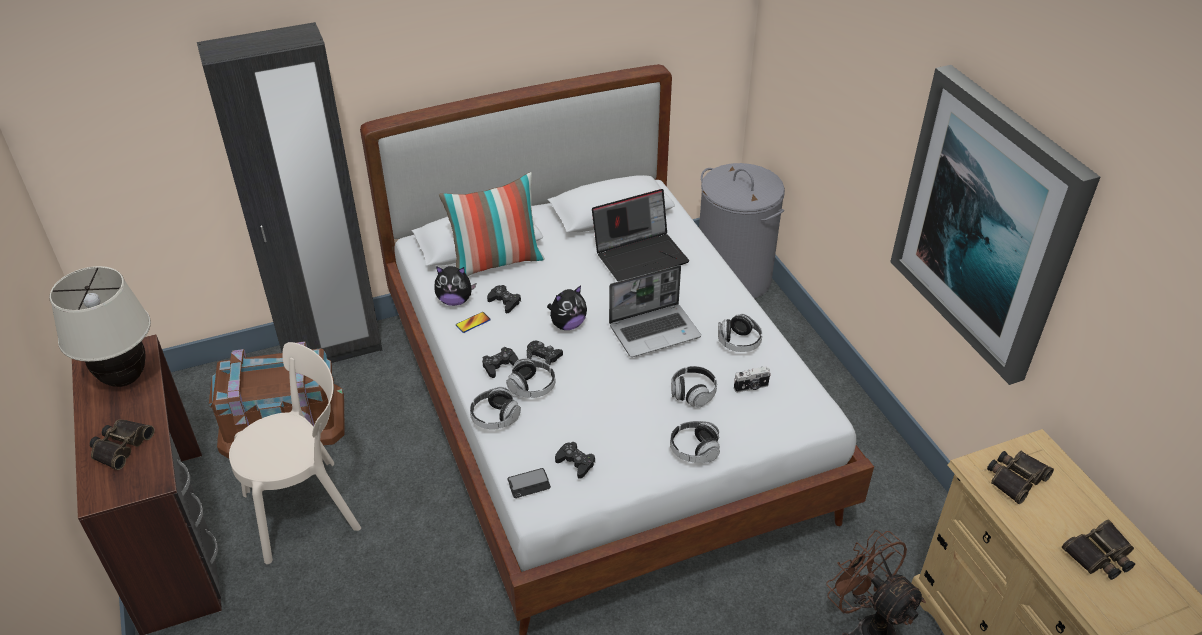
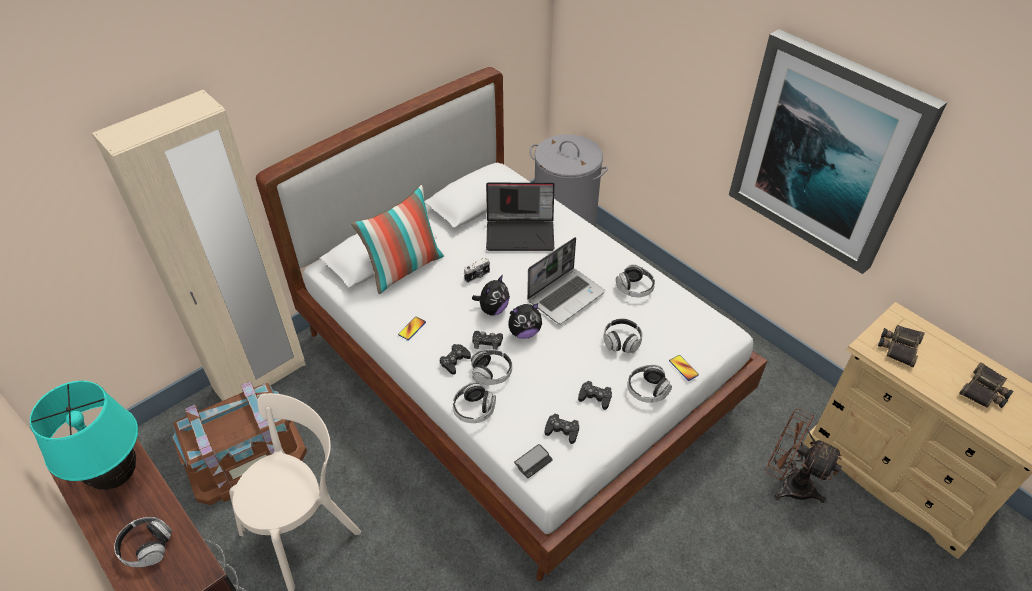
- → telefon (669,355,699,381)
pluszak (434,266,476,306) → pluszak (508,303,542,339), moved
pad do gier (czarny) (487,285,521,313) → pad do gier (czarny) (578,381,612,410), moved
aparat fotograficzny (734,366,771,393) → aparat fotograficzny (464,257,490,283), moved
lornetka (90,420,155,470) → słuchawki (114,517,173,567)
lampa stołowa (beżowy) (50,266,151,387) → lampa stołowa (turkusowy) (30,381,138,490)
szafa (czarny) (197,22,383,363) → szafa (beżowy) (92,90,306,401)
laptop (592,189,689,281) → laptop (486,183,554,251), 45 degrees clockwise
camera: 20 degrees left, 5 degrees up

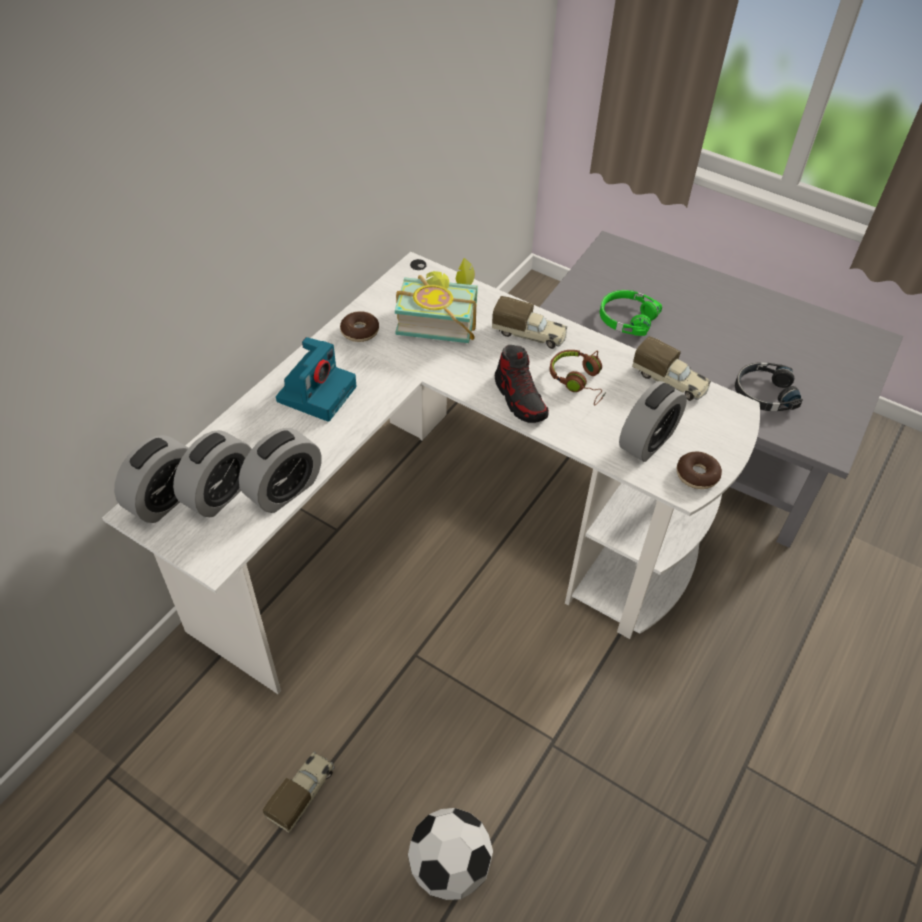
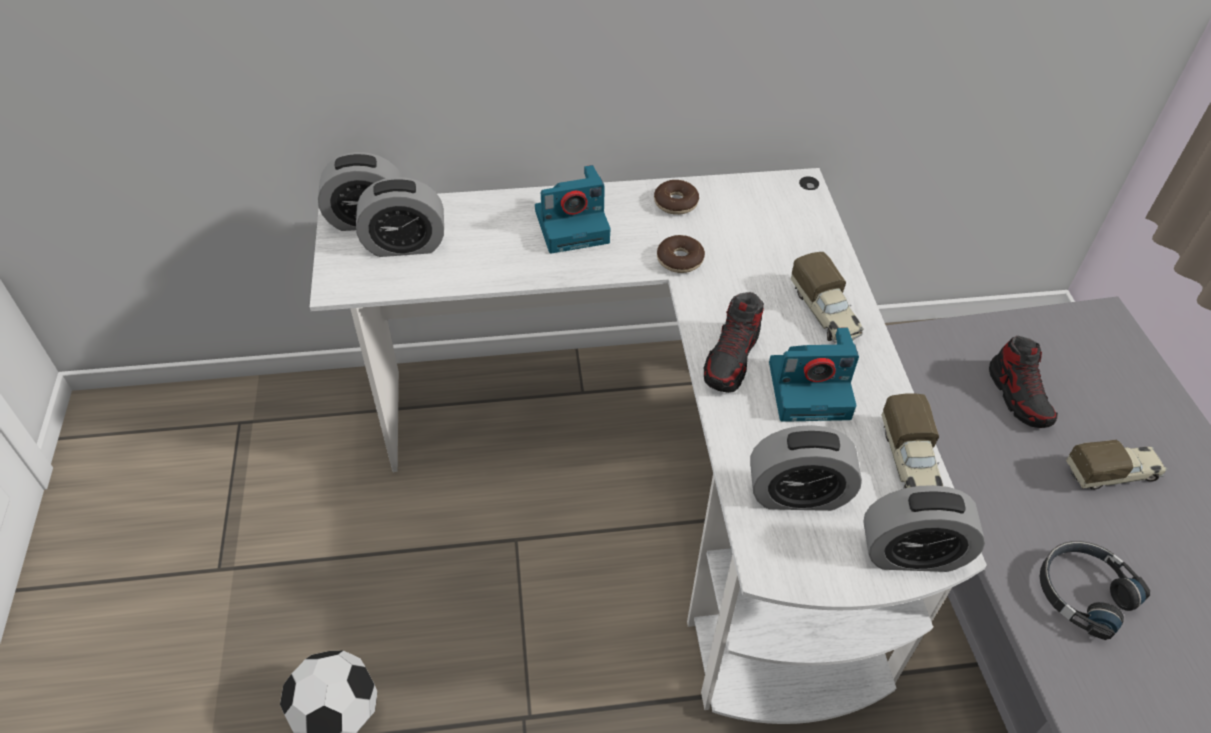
książka (395,258,478,343) → -
budzik (239,428,322,513) → budzik (863,485,985,572), moved
ciężarówka zabawkowa (263,751,334,833) → ciężarówka zabawkowa (1066,440,1168,490), moved
donut (677,452,722,489) → donut (657,235,705,273), moved
słuchawki (brązowy) (549,350,606,405) → aparat fotograficzny (769,328,859,422)
słuchawki (zielony) (600,290,662,336) → but (989,336,1058,428)
camera: 50 degrees right, 0 degrees up

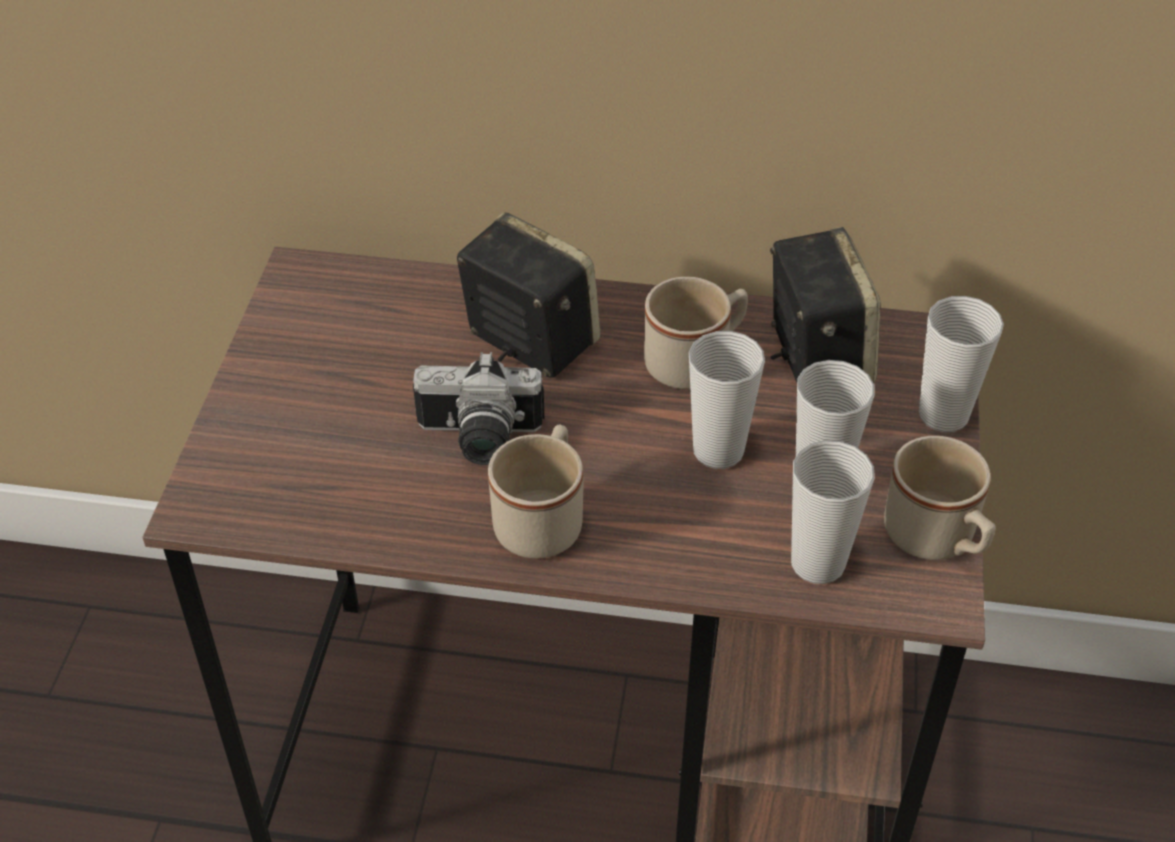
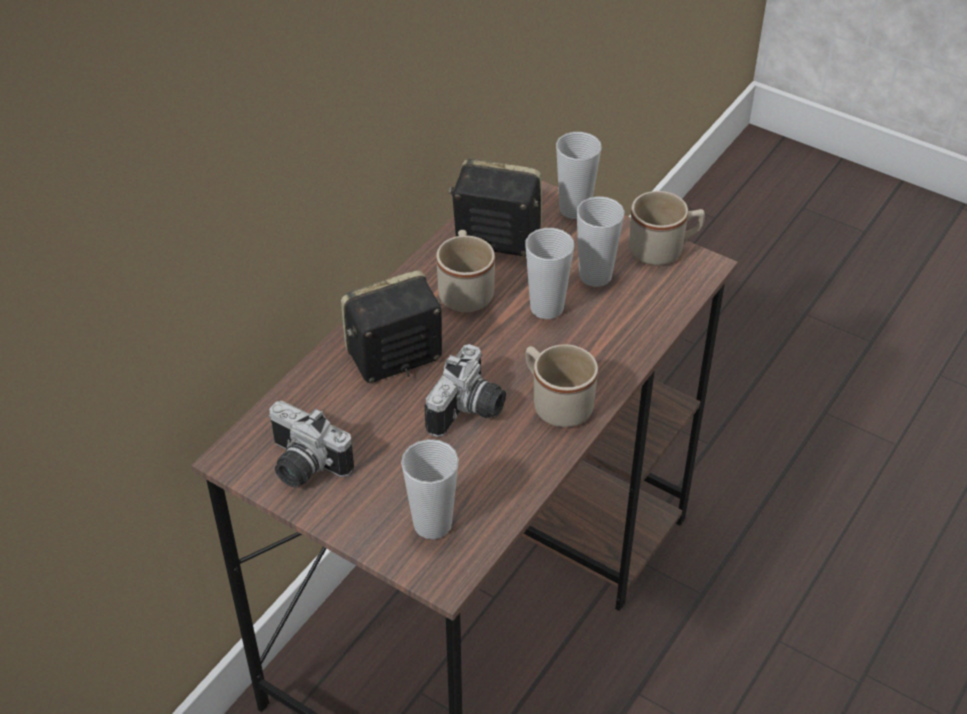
- → aparat fotograficzny (268,401,354,487)
filiżanka (791,440,875,584) → filiżanka (401,439,459,539), moved
camera: 65 degrees left, 0 degrees up

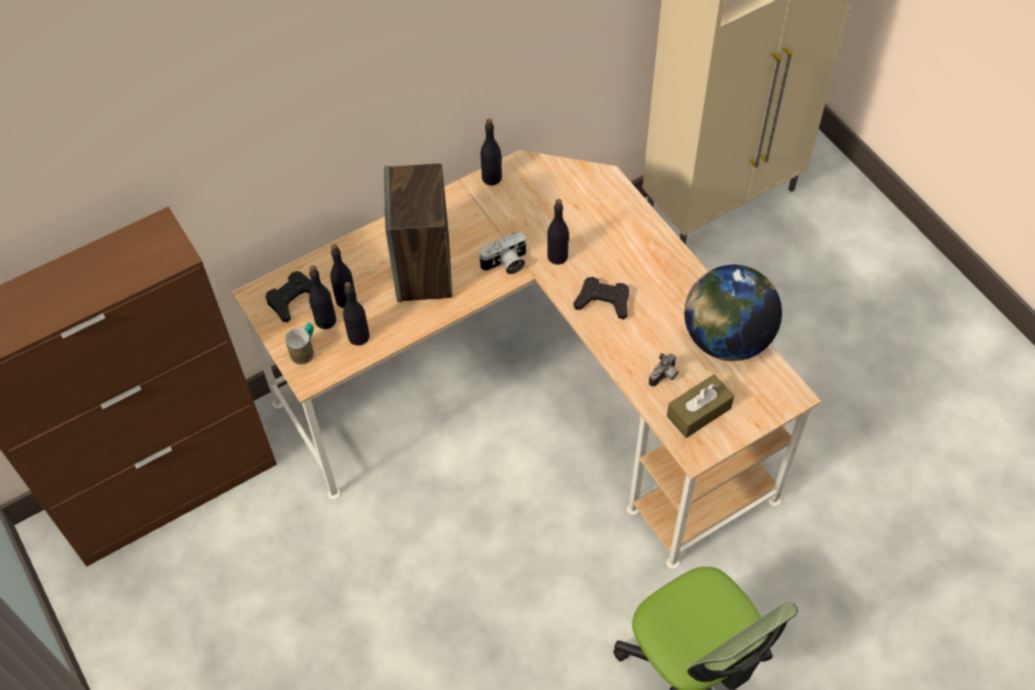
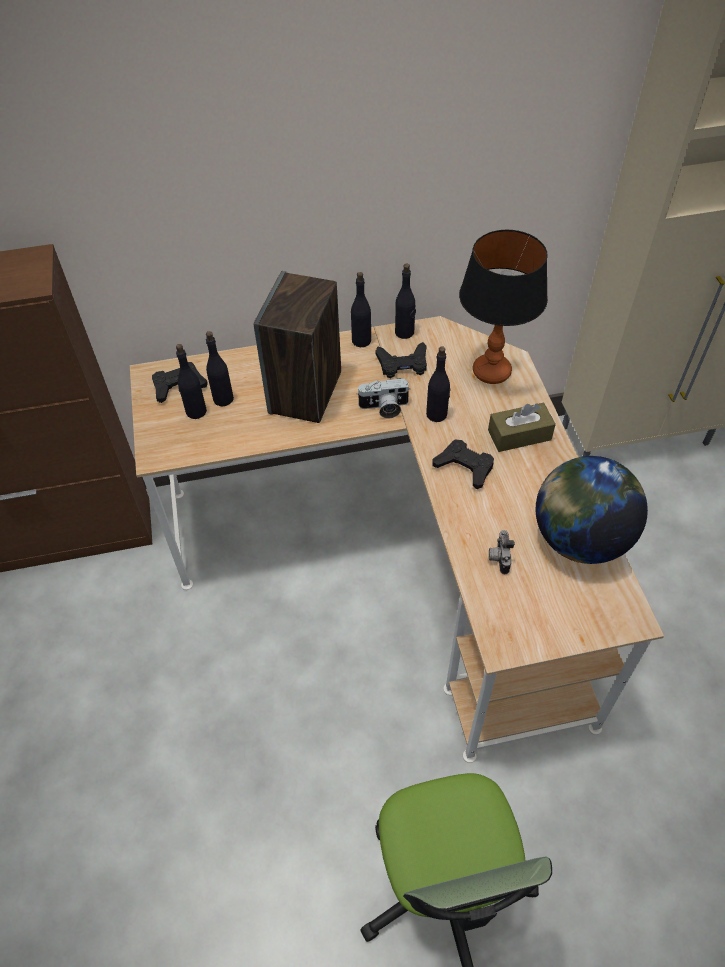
kubek (285,323,314,365) → -
- → pad do gier (czarny) (376,342,427,378)
- → lampa stołowa (459,230,548,384)
butelka (czarny) (343,282,369,346) → butelka (czarny) (351,272,371,347), moved
pudełko chusteczek (brązowy) (667,374,734,438) → pudełko chusteczek (brązowy) (488,403,556,452), moved
aparat fotograficzny (649,353,678,387) → aparat fotograficzny (489,530,515,574), 120 degrees clockwise
camera: 20 degrees right, 5 degrees down

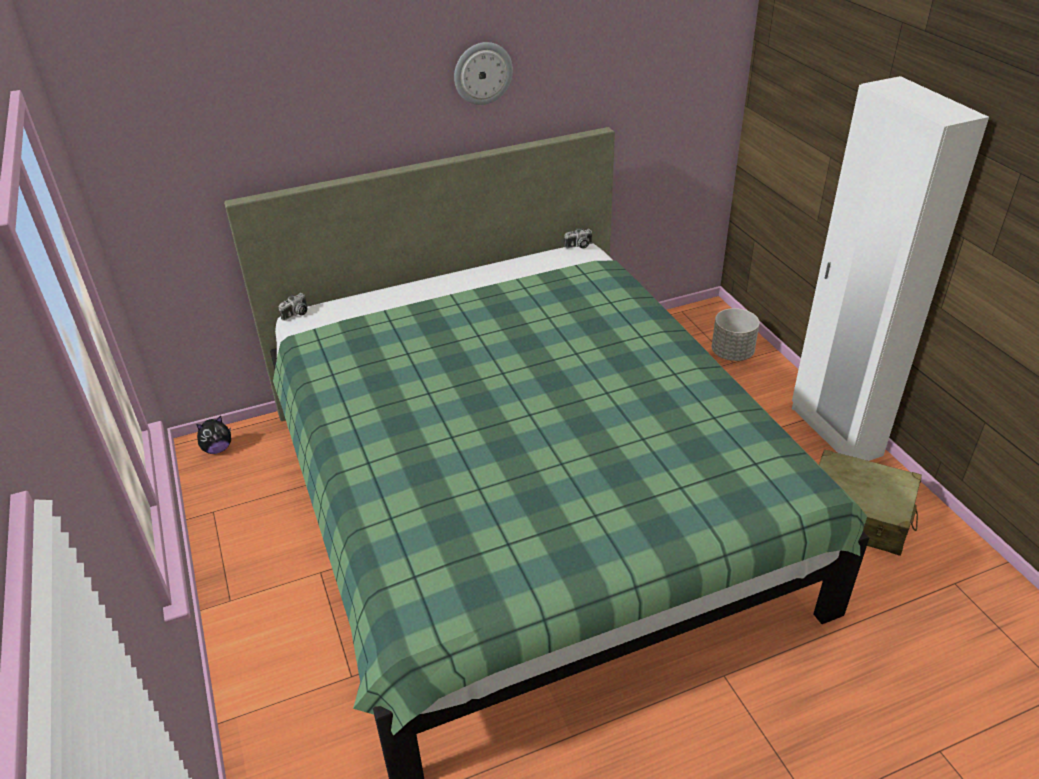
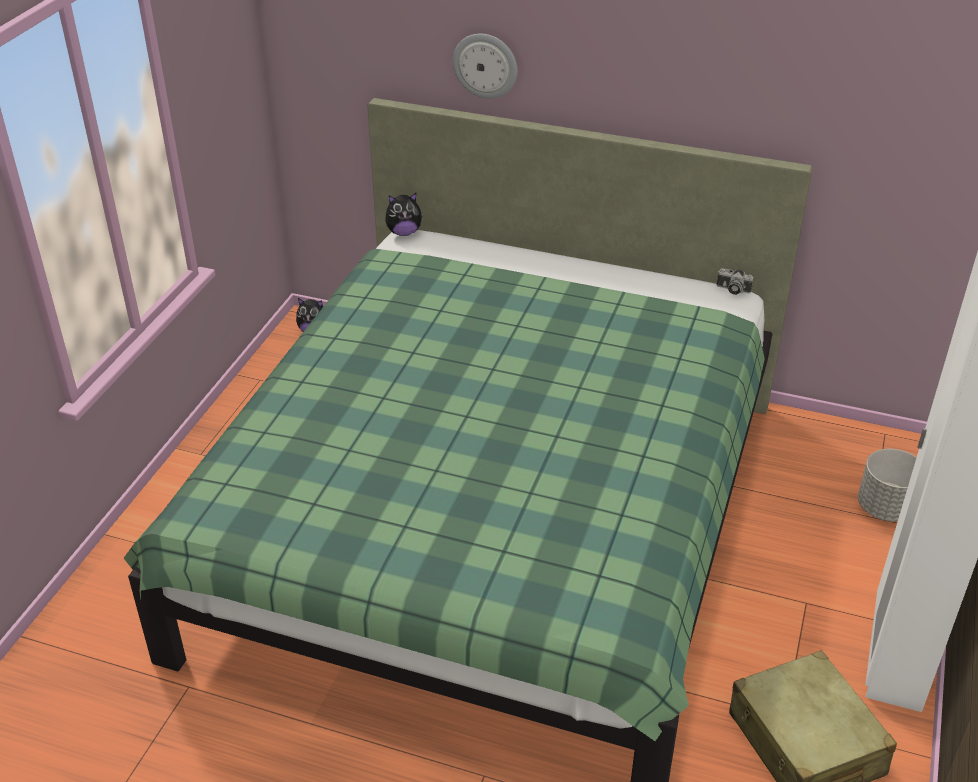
zegar ścienny (454,42,513,105) → zegar ścienny (453,34,517,99), moved
aparat fotograficzny (279,293,307,321) → pluszak (385,193,423,236)
camera: 40 degrees right, 0 degrees up

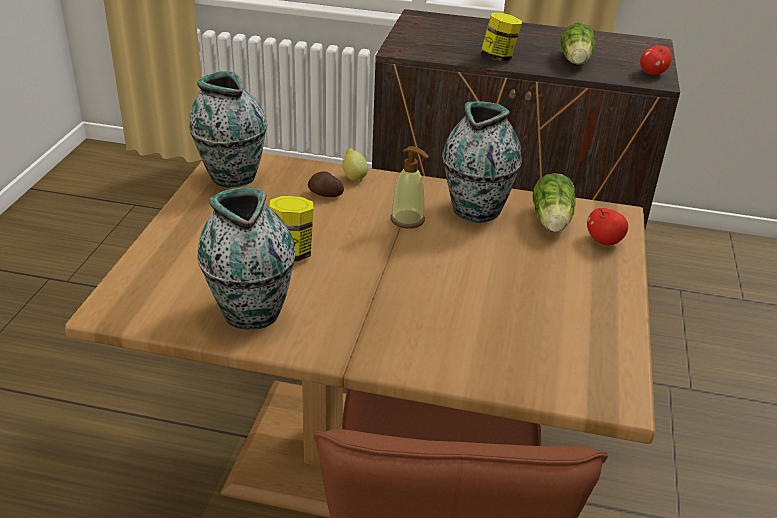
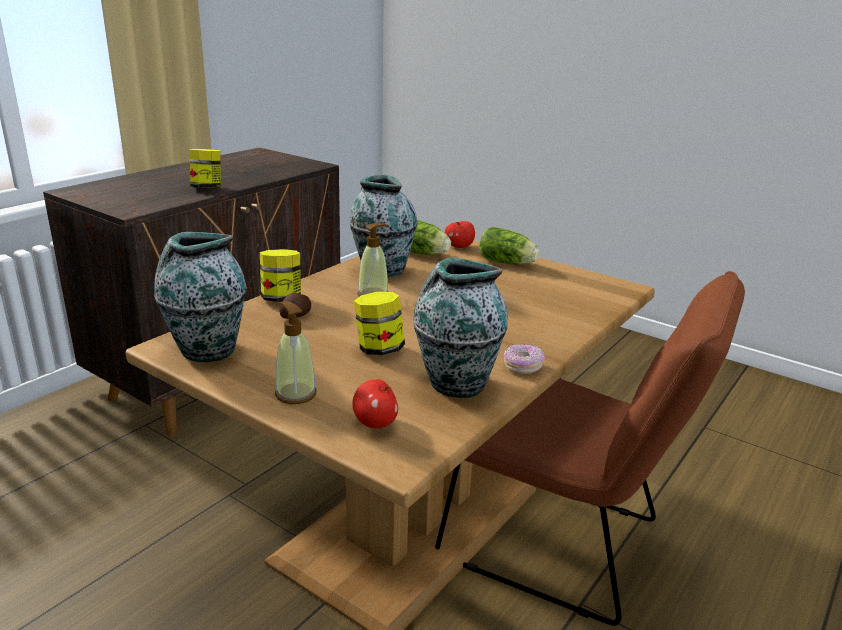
- → dozownik mydła (275,301,317,404)
- → donut (504,344,545,374)
sałata (560,22,595,65) → sałata (479,227,540,264), moved
jabłko (640,46,672,75) → jabłko (352,379,398,429), moved
cytryna (343,148,368,182) → słoik (260,249,301,302)
camera: 65 degrees left, 10 degrees down

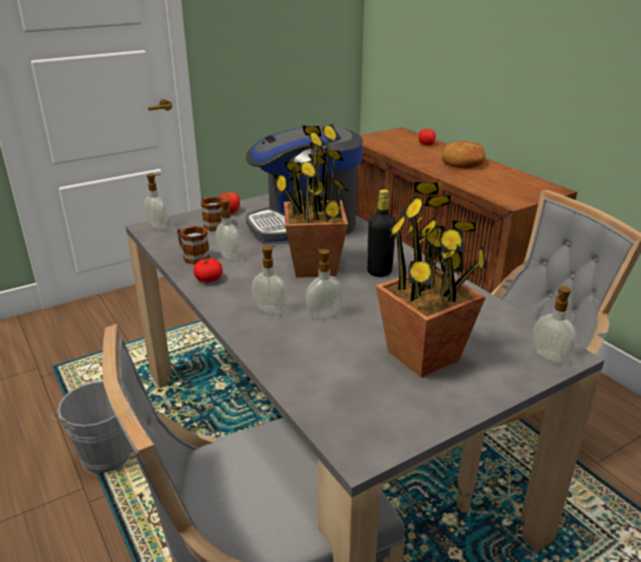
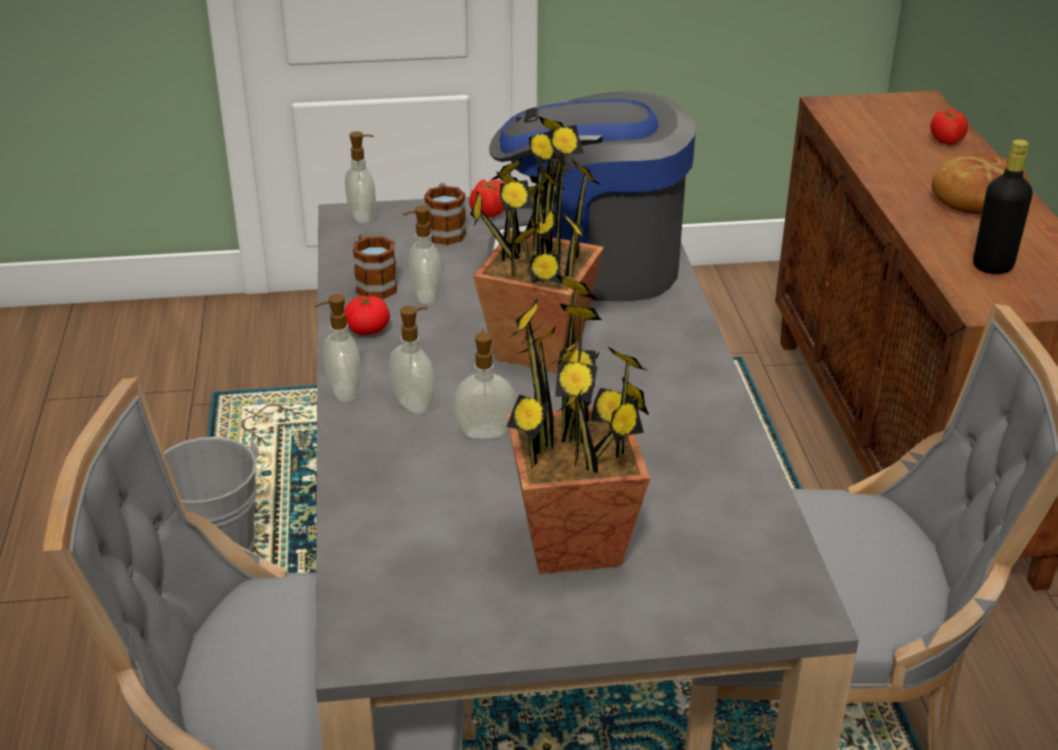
butelka (czarny) (367,189,396,277) → butelka (czarny) (973,140,1033,274), moved
dozownik mydła (533,286,577,363) → dozownik mydła (315,294,361,402), moved
camera: 25 degrees right, 5 degrees up

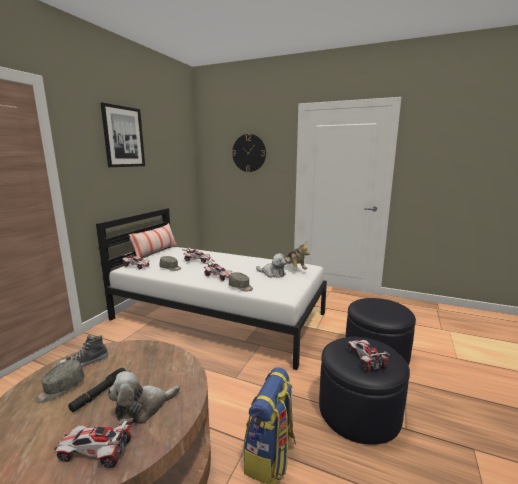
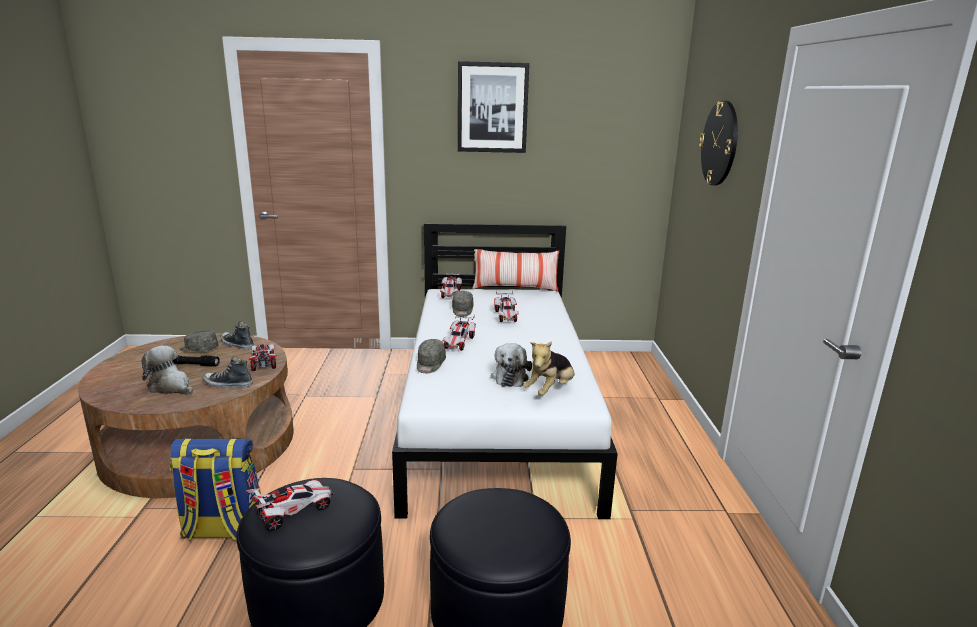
- → but (202,356,252,388)
samochodzik (54,418,134,468) → samochodzik (248,344,277,371), moved
camera: 65 degrees right, 5 degrees up

